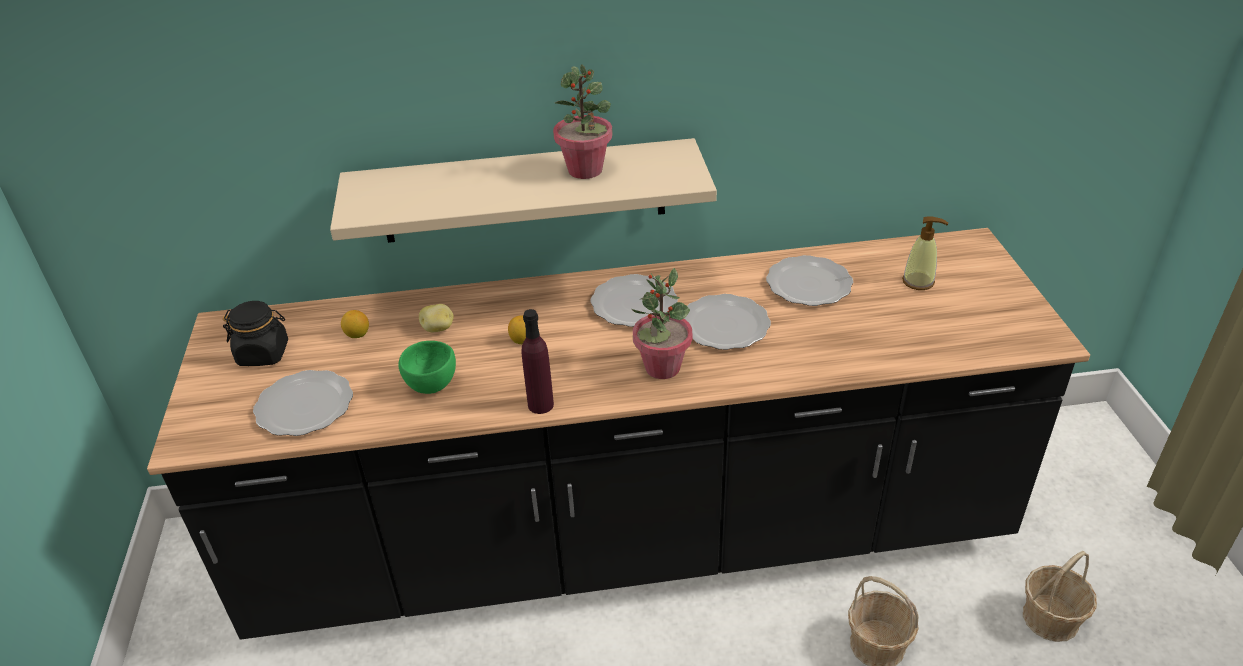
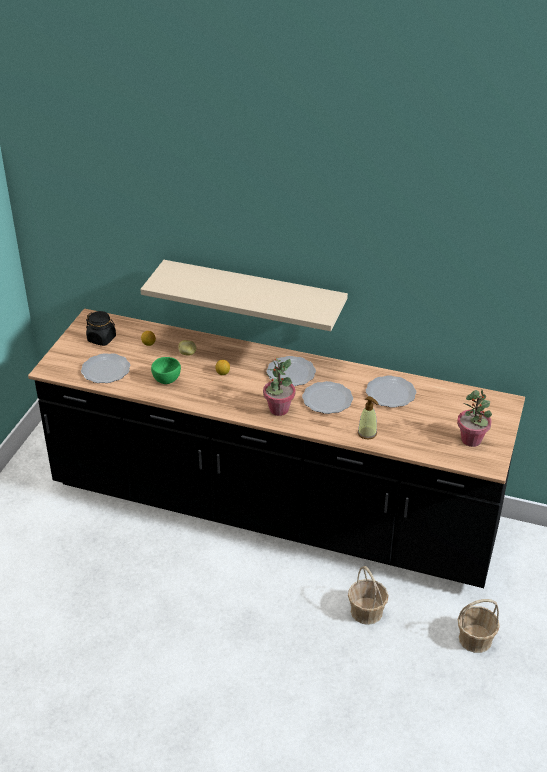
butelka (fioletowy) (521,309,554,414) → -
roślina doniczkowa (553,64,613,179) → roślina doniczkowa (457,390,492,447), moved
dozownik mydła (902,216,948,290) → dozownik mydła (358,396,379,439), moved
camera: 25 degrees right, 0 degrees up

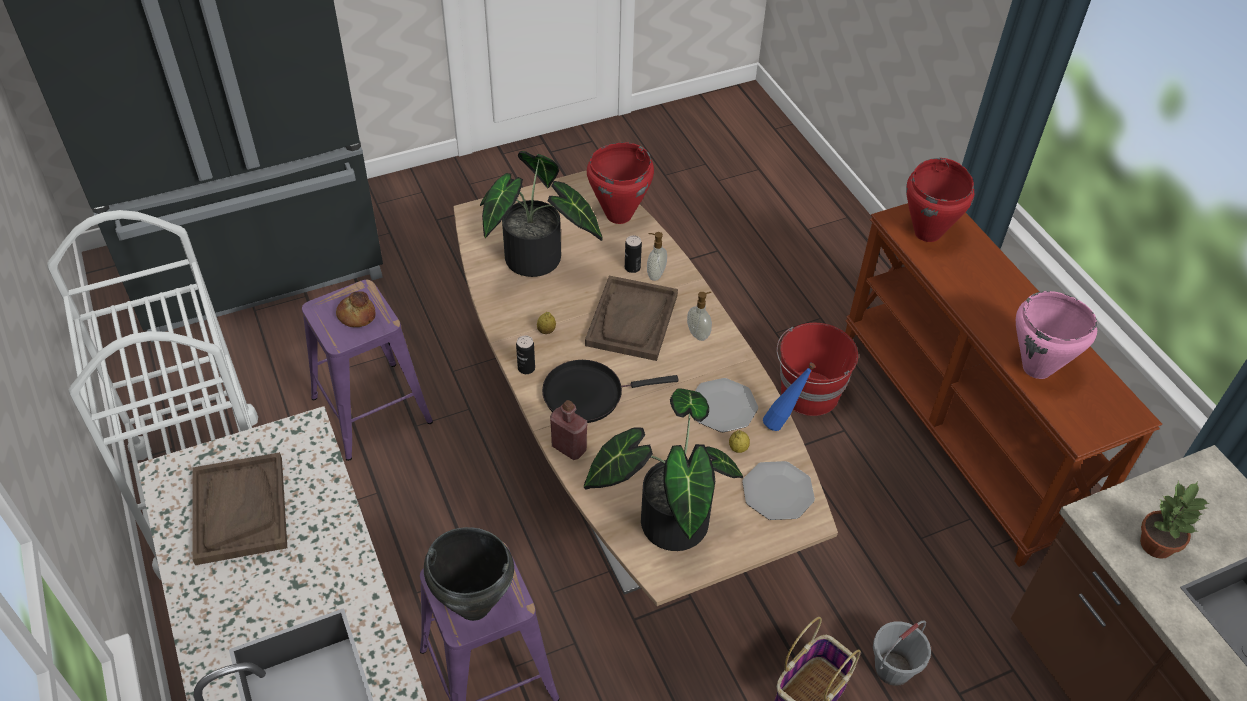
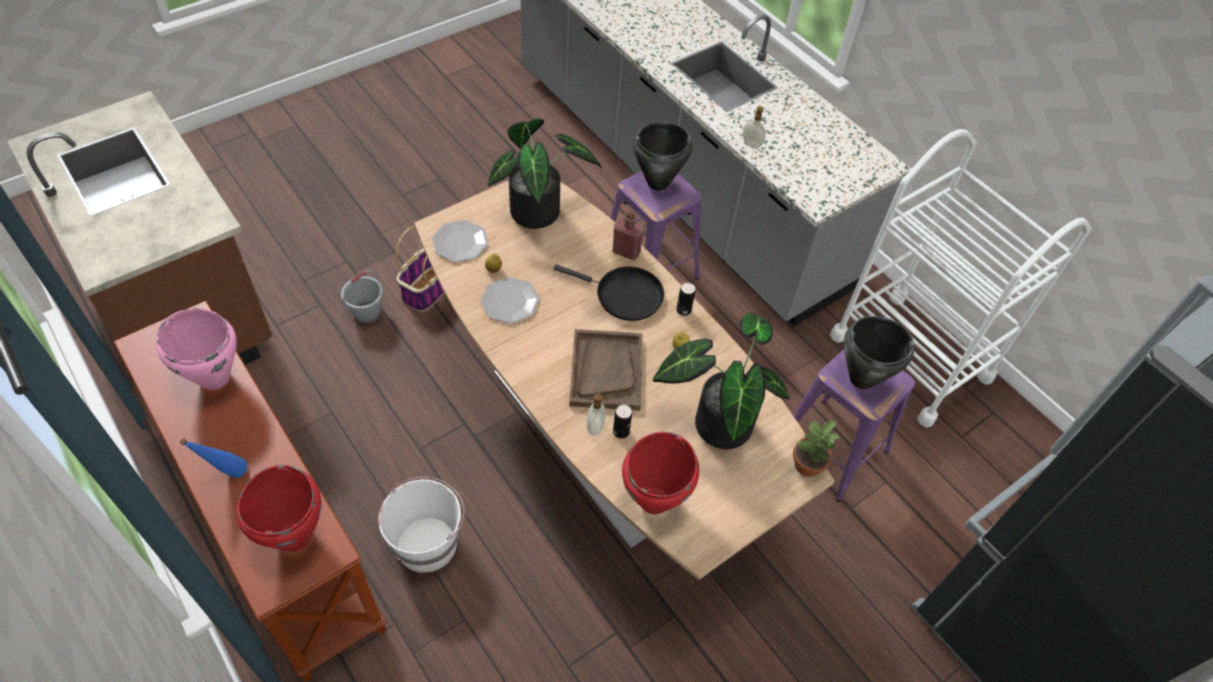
taca (brązowy) (192,452,287,565) → -
dozownik mydła (687,292,712,341) → dozownik mydła (743,106,766,149), moved
butelka (niebieski) (763,363,815,431) → butelka (niebieski) (180,438,247,478), moved
roślina doniczkowa (1140,481,1209,559) → roślina doniczkowa (793,421,841,477), moved
chleb (336,291,376,327) → garnek (czarny) (844,316,914,389)
wiadro (czerwony) (777,323,858,416) → wiadro (biały) (379,477,465,573)
patelnia (czarny) (542,360,679,423) → patelnia (czarny) (553,265,664,321), 45 degrees clockwise
camera: 165 degrees right, 5 degrees up

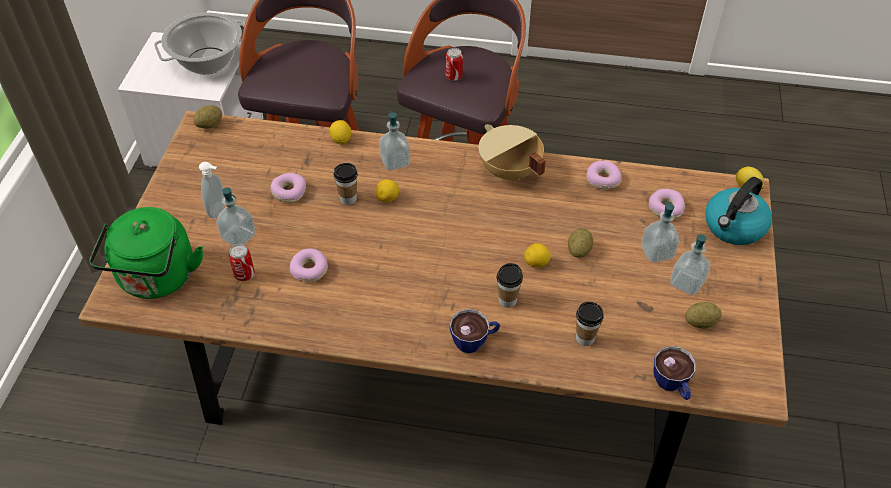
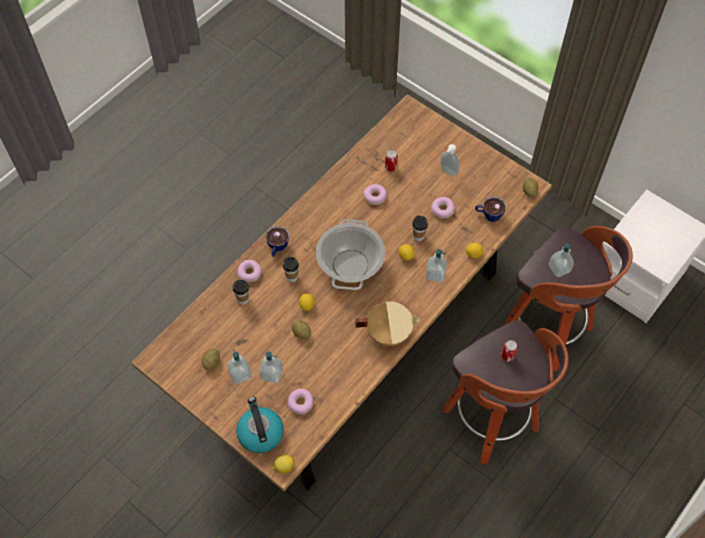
czajnik (zielony) (89,207,203,299) → -
garnek (154,12,245,74) → garnek (316,219,385,290), moved
dozownik mydła (216,187,256,246) → dozownik mydła (549,243,574,277), moved
donut (587,160,622,190) → donut (237,260,262,282), moved
filiżanka (654,346,696,400) → filiżanka (475,196,506,222), moved
camera: 120 degrees right, 10 degrees up

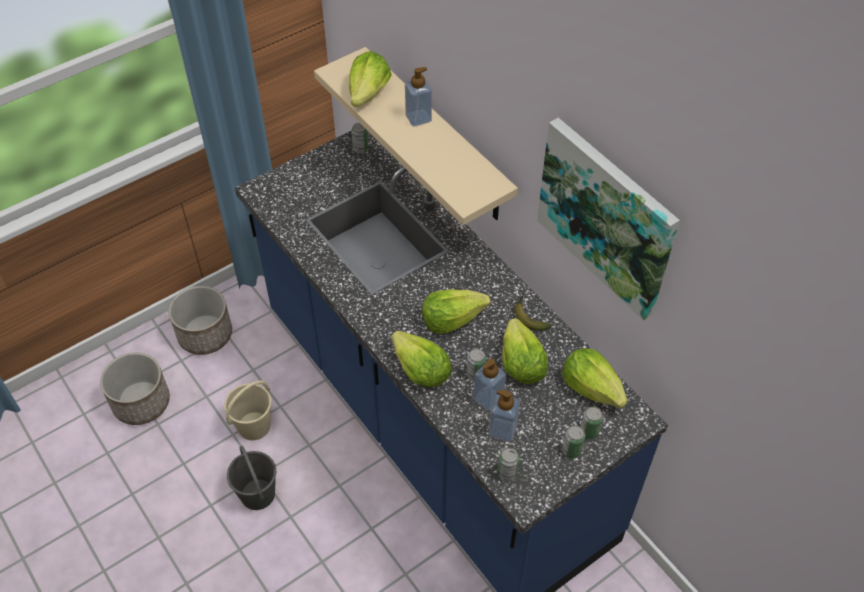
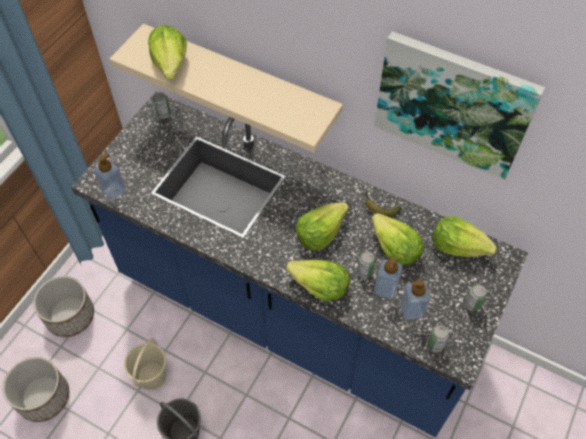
puszka (581,406,603,440) → -
dozownik mydła (405,67,432,127) → dozownik mydła (94,153,126,200), moved
camera: 25 degrees left, 5 degrees up

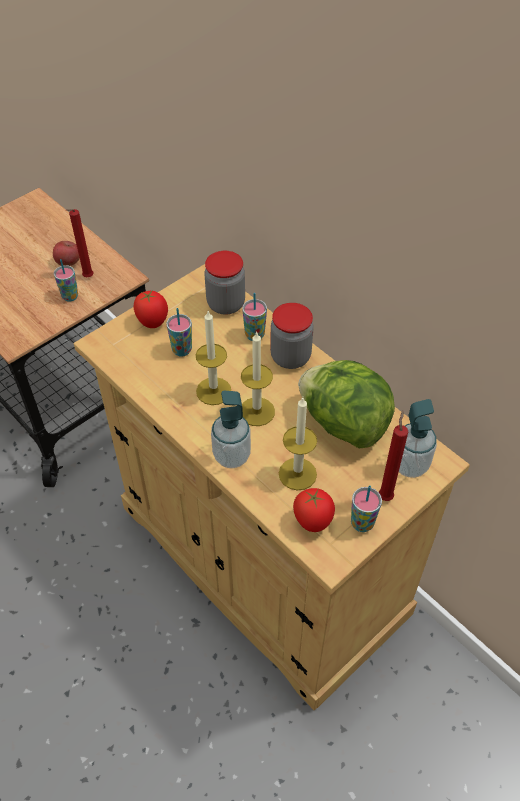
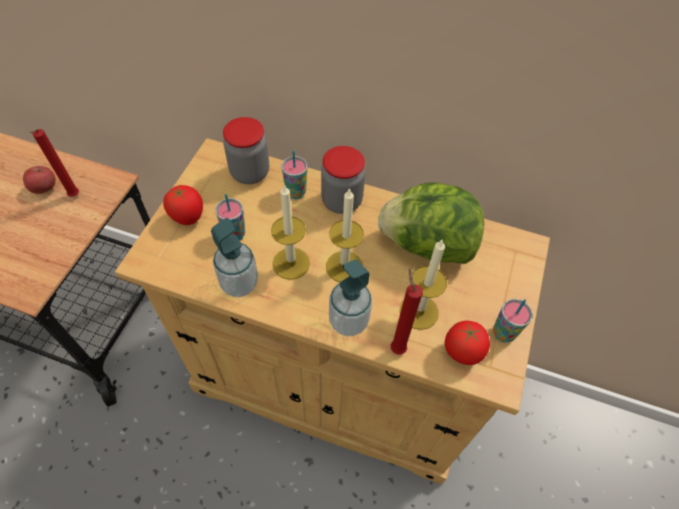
filiżanka (54,259,78,302) → -
świeca (czerwony) (379,410,408,501) → świeca (czerwony) (391,269,423,355), moved
dozownik mydła (399,399,437,478) → dozownik mydła (211,218,258,297), moved
camera: 30 degrees left, 5 degrees up

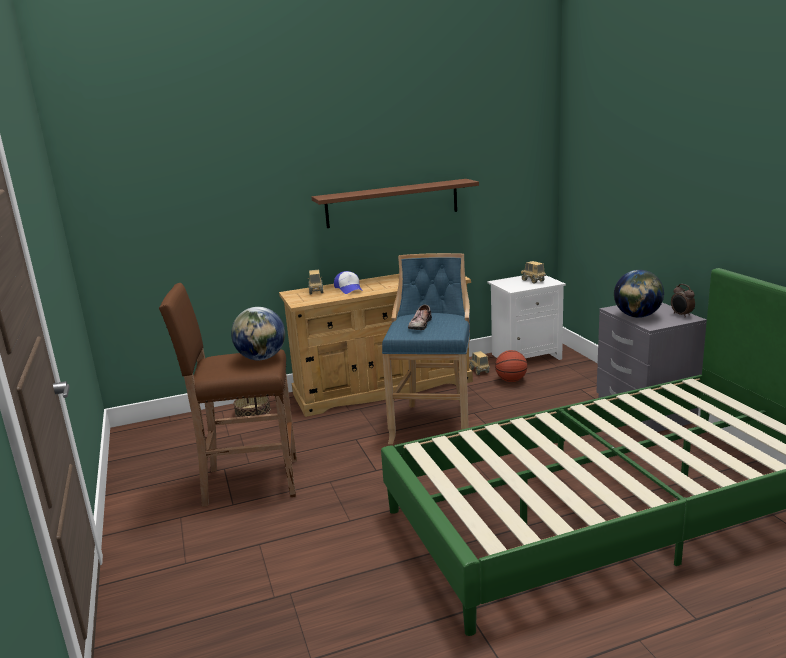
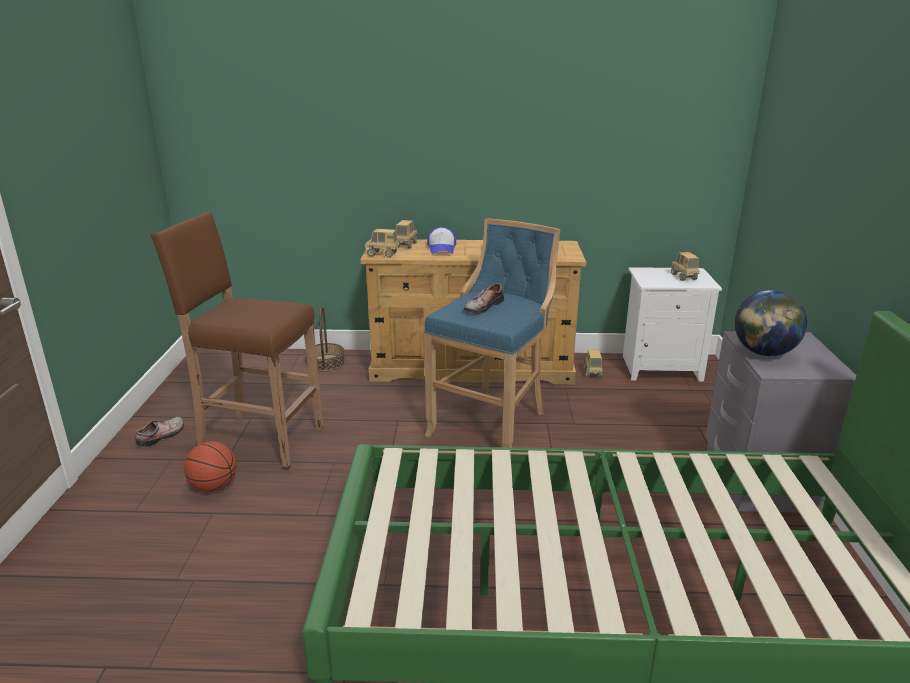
globus (231,307,285,360) → -
półka (brązowy) (312,179,479,228) → -
budzik (671,284,695,318) → -
- → but (135,417,184,446)
- → ciężarówka zabawkowa (365,229,400,258)
piłka do koszykówki (495,350,528,382) → piłka do koszykówki (184,441,237,492), moved
camera: 20 degrees right, 5 degrees up

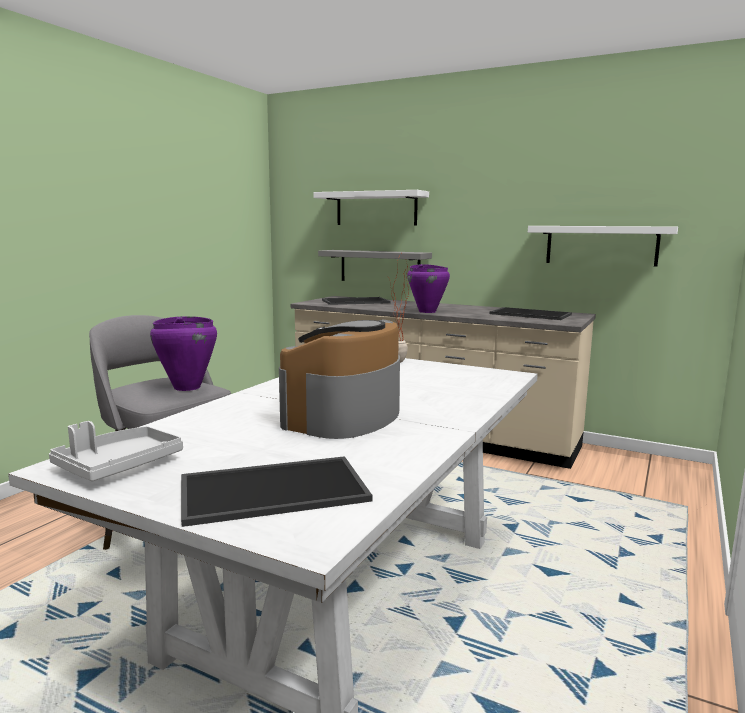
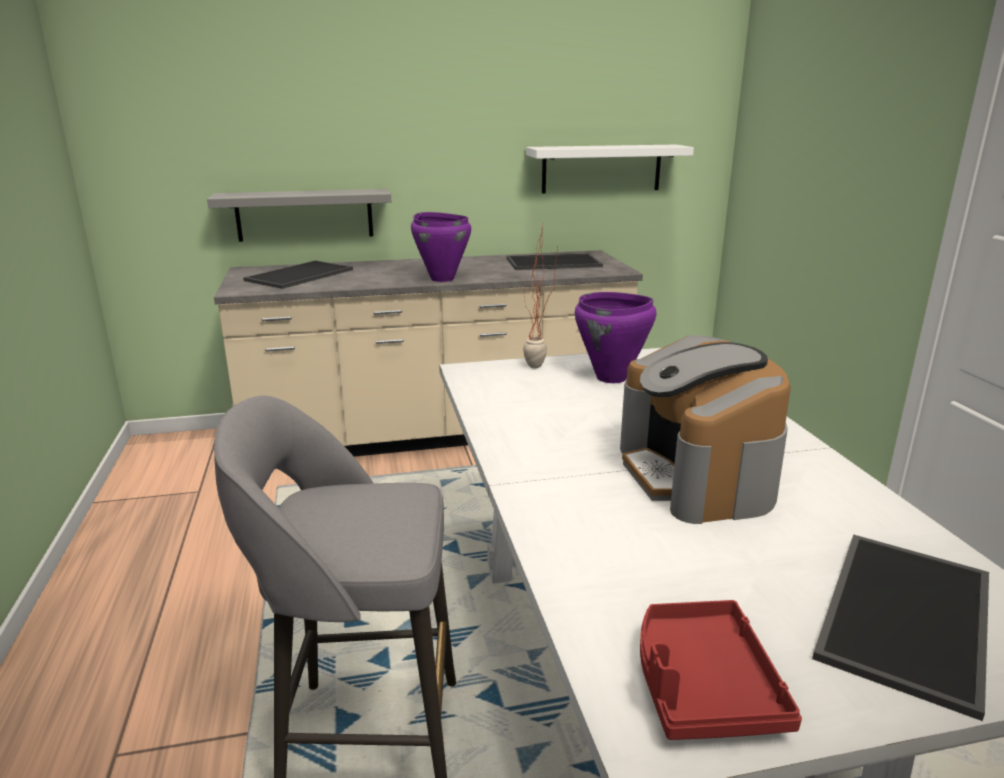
półka (biały) (313,190,429,226) → -
garnek (fioletowy) (150,316,217,391) → garnek (fioletowy) (575,292,656,383), moved
taca (szary) (49,421,183,481) → taca (czerwony) (640,600,802,740)
camera: 40 degrees left, 10 degrees up

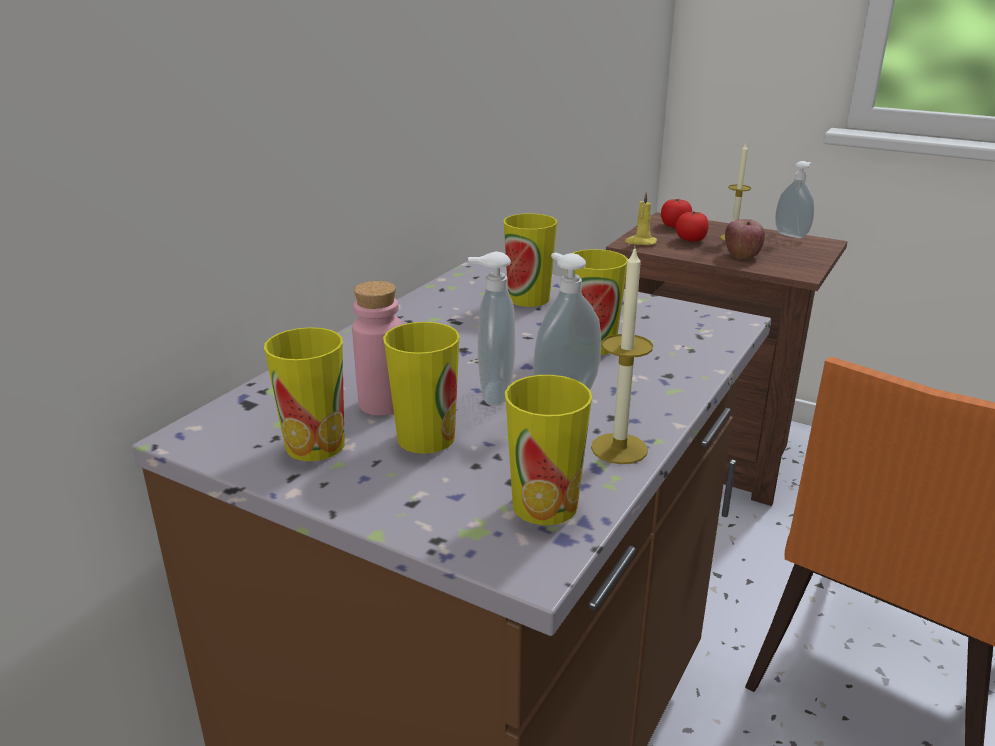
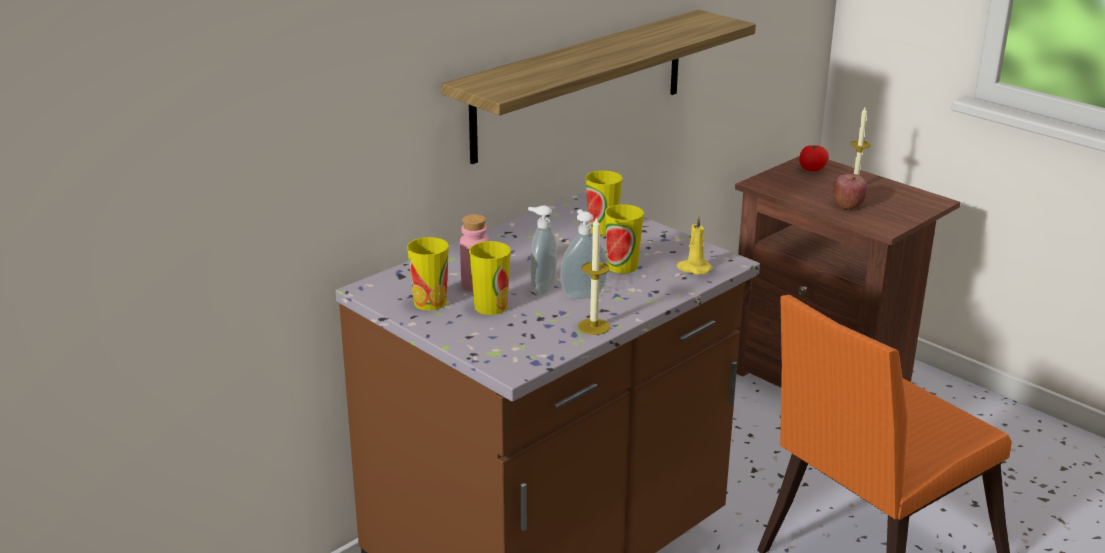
filiżanka (505,375,592,525) → -
pomidor (676,211,709,241) → -
dozownik mydła (775,161,814,238) → -
- → półka (441,10,756,164)
świeca (żółty) (625,192,657,245) → świeca (żółty) (677,215,712,275), moved
camera: 15 degrees right, 0 degrees up

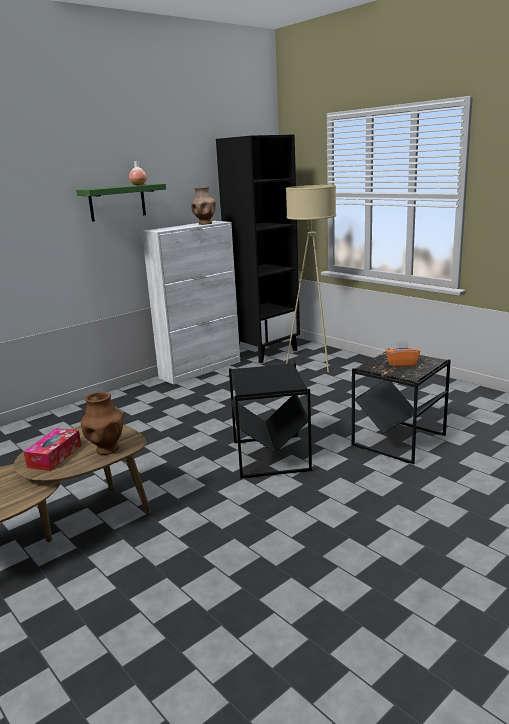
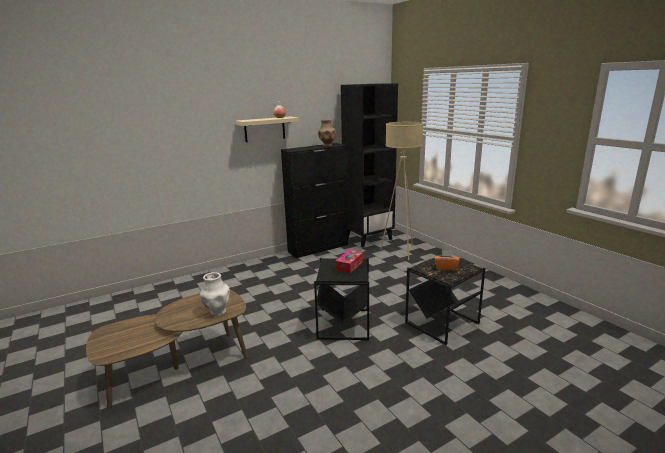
pudełko chusteczek (24,428,81,471) → pudełko chusteczek (335,250,363,274), moved
półka (zielony) (76,184,166,222) → półka (beżowy) (236,117,299,142)
wazon (brązowy) (81,392,123,455) → wazon (biały) (200,272,230,316)
szafka (biały) (142,221,240,385) → szafka (czarny) (281,143,348,258)
camera: 10 degrees right, 0 degrees up

